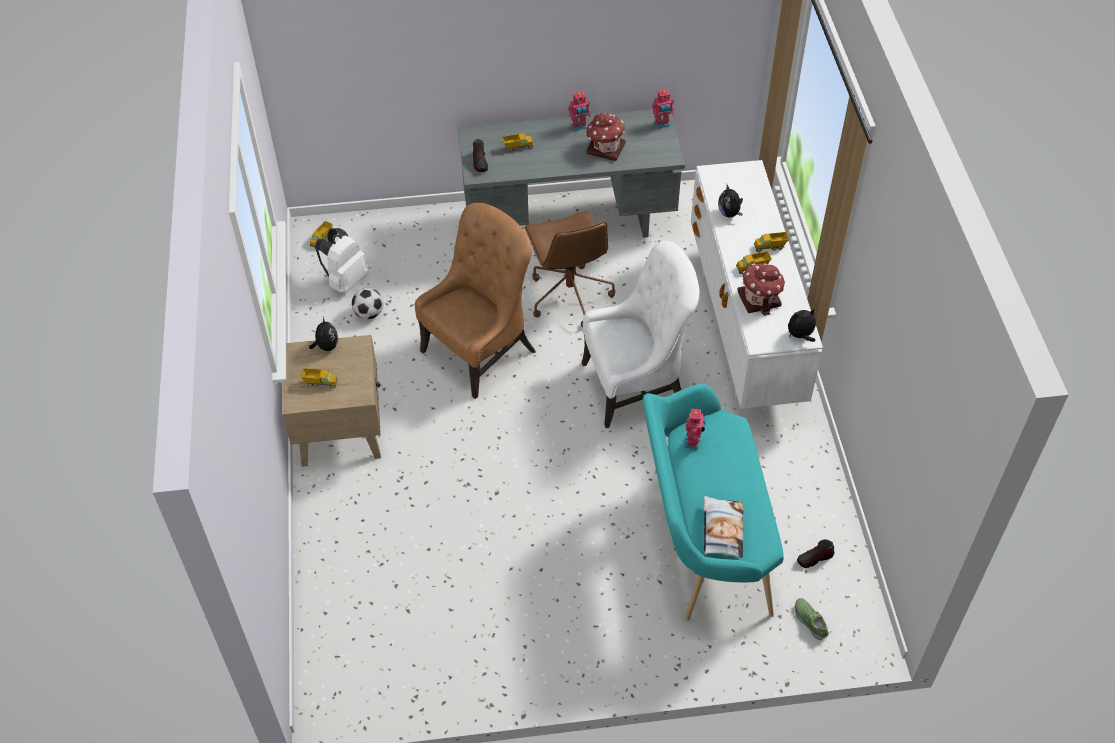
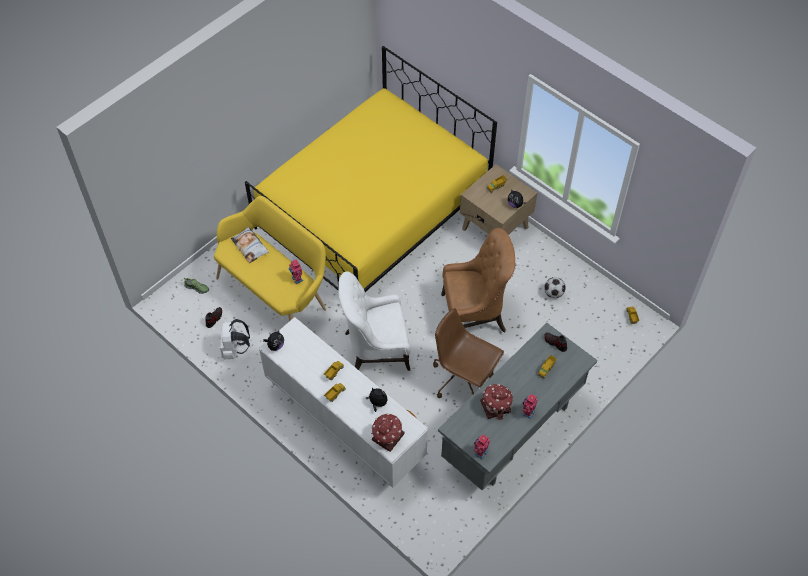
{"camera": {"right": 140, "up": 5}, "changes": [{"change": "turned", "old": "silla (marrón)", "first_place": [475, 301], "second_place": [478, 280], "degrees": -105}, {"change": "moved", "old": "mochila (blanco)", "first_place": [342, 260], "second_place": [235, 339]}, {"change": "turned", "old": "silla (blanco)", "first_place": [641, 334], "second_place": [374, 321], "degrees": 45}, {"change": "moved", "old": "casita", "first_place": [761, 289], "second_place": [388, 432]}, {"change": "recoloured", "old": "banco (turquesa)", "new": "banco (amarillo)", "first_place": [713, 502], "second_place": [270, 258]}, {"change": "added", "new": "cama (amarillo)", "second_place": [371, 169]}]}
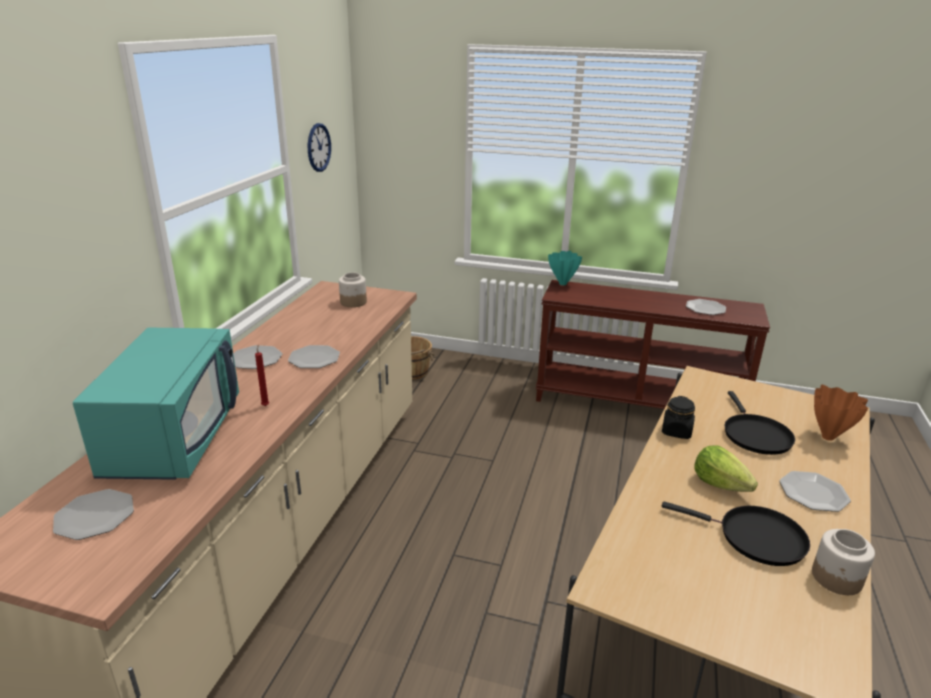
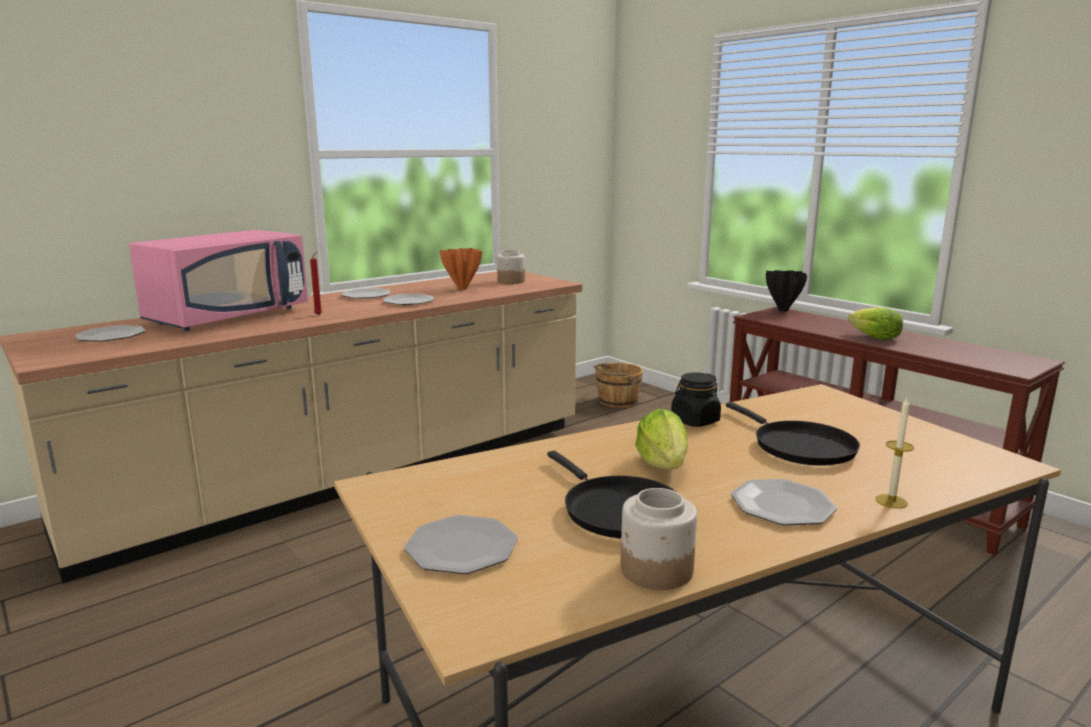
{"camera": {"right": 35, "up": -10}, "changes": [{"change": "removed", "old": "reloj de pared", "first_place": [319, 147]}, {"change": "recoloured", "old": "florero (turquesa)", "new": "florero (negro)", "first_place": [565, 268], "second_place": [786, 291]}, {"change": "moved", "old": "plato", "first_place": [706, 307], "second_place": [461, 544]}, {"change": "recoloured", "old": "microondas (turquesa)", "new": "microondas (rosa)", "first_place": [156, 404], "second_place": [218, 280]}, {"change": "moved", "old": "florero (naranja)", "first_place": [841, 413], "second_place": [461, 269]}, {"change": "turned", "old": "sartén (negro)", "first_place": [760, 423], "second_place": [793, 433], "degrees": -60}, {"change": "added", "new": "lechuga", "second_place": [875, 323]}, {"change": "added", "new": "vela", "second_place": [895, 453]}]}
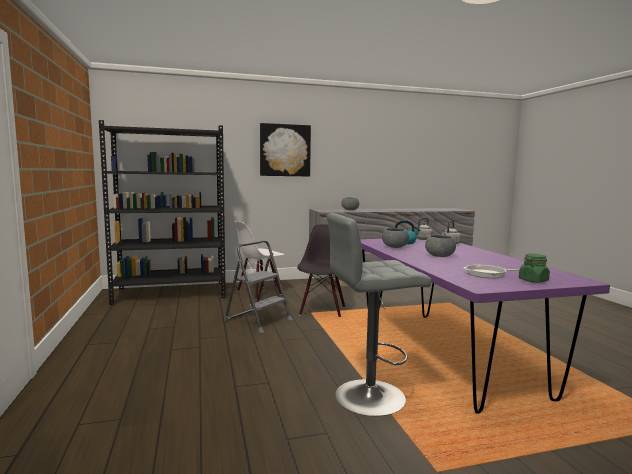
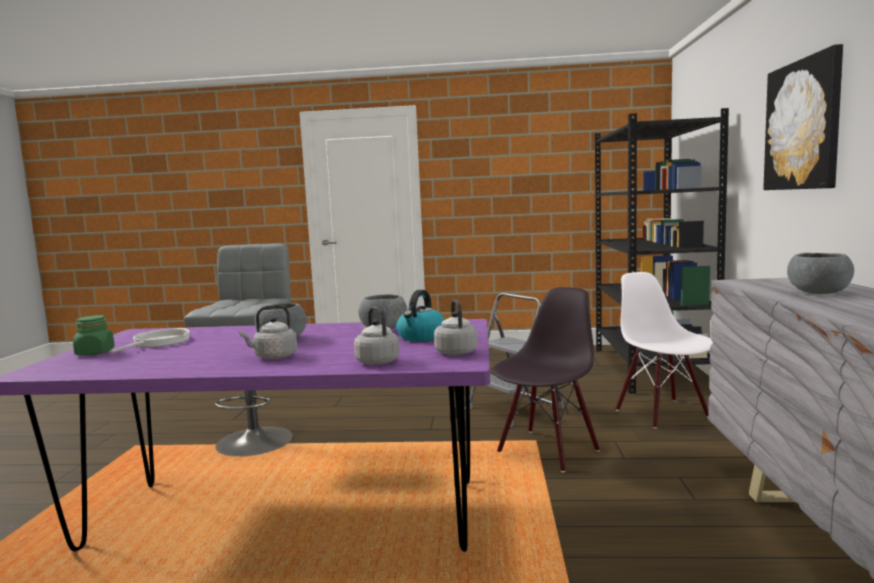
{"camera": {"right": 110, "up": 0}, "changes": [{"change": "turned", "old": "silla (negro)", "first_place": [321, 270], "second_place": [546, 379], "degrees": -75}, {"change": "added", "new": "hervidor (gris)", "second_place": [268, 332]}]}
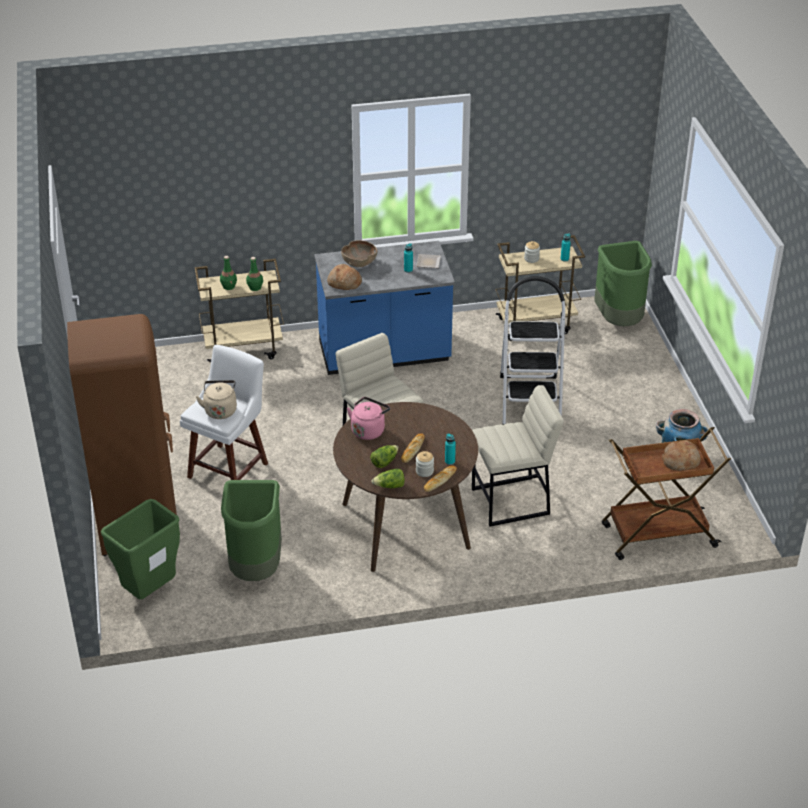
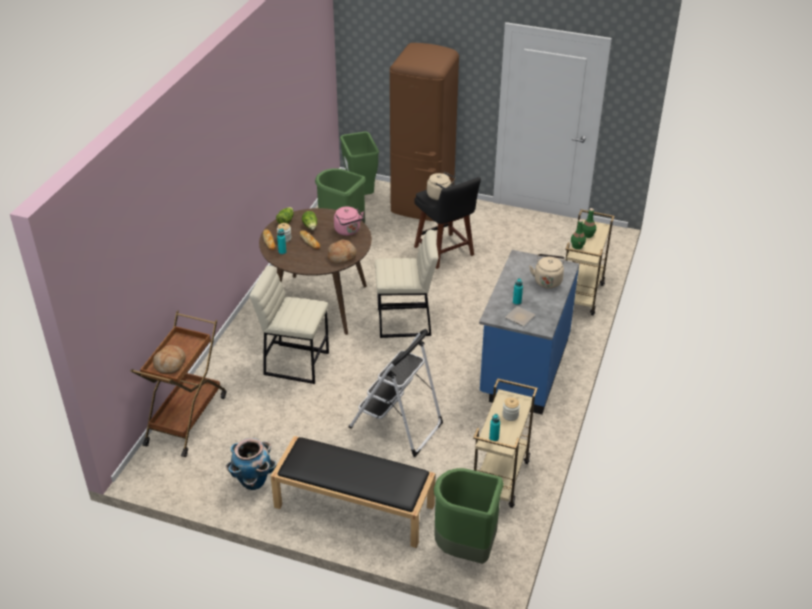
{"camera": {"right": 120, "up": 0}, "changes": [{"change": "replaced", "old": "cuenco (marrón)", "new": "hervidor (beis)", "first_place": [359, 253], "second_place": [547, 271]}, {"change": "moved", "old": "pan", "first_place": [344, 277], "second_place": [342, 251]}, {"change": "recoloured", "old": "taburete (blanco)", "new": "taburete (negro)", "first_place": [224, 412], "second_place": [447, 223]}, {"change": "turned", "old": "silla (beis)", "first_place": [518, 456], "second_place": [289, 325], "degrees": 90}, {"change": "added", "new": "banco (negro)", "second_place": [353, 492]}]}
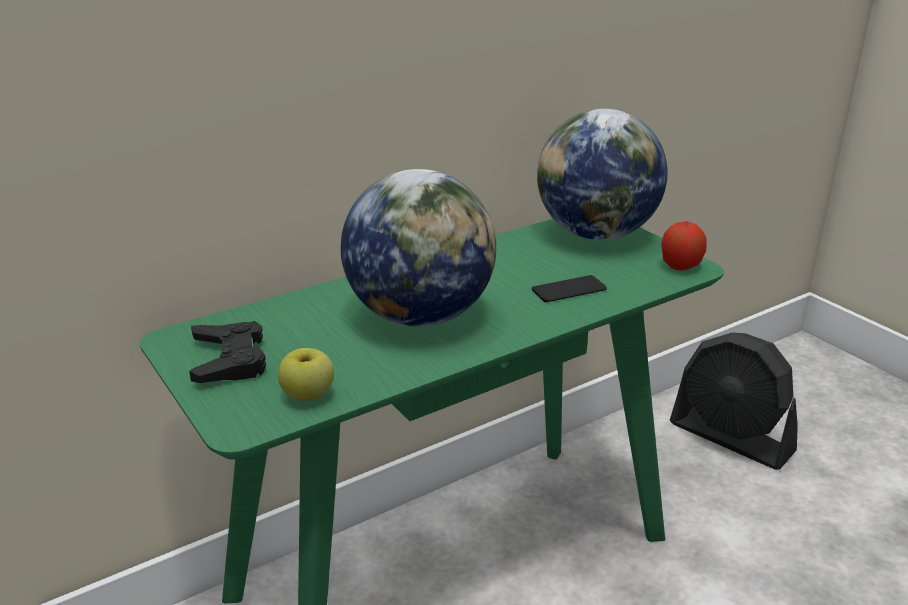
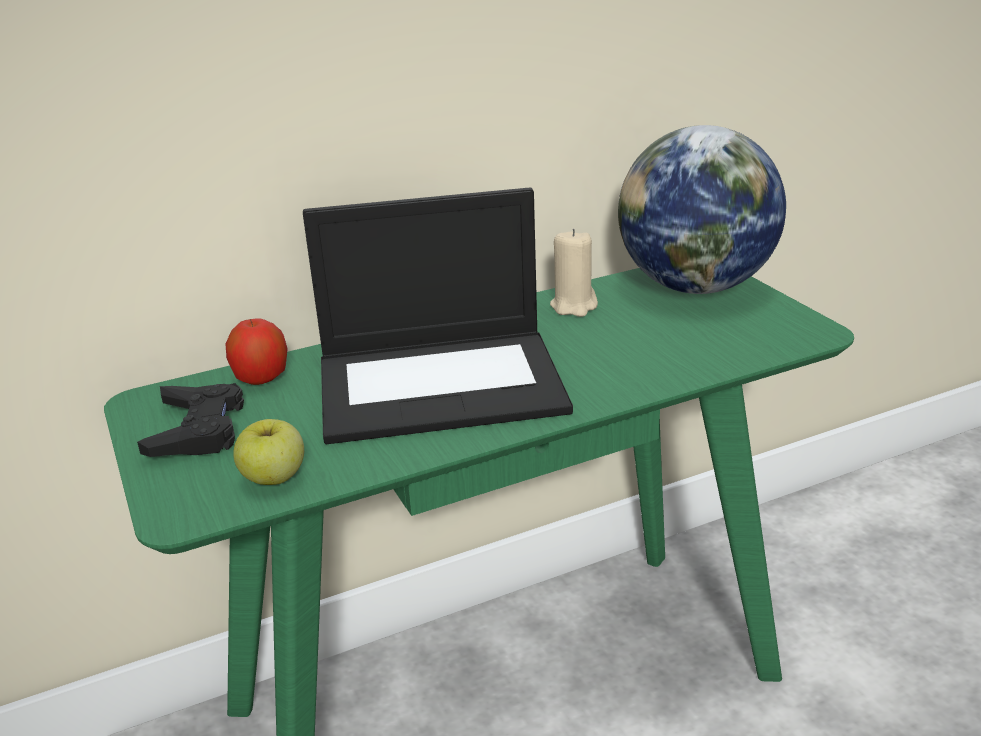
{"camera": {"right": 10, "up": 0}, "changes": [{"change": "replaced", "old": "globo terráqueo", "new": "portátil", "first_place": [418, 248], "second_place": [438, 315]}, {"change": "moved", "old": "manzana", "first_place": [683, 245], "second_place": [257, 351]}, {"change": "removed", "old": "móvil", "first_place": [569, 288]}, {"change": "removed", "old": "ventilador (negro)", "first_place": [734, 401]}, {"change": "added", "new": "vela (beis)", "second_place": [574, 273]}]}
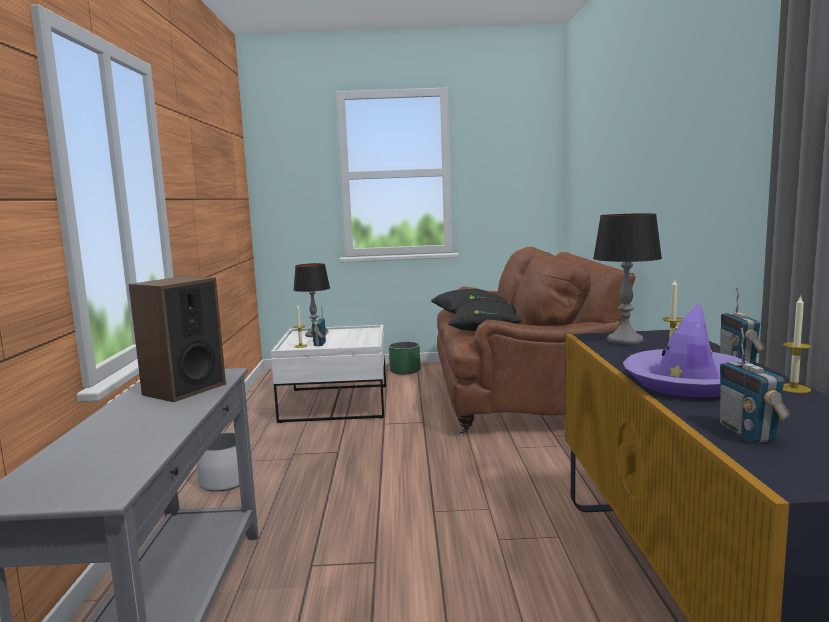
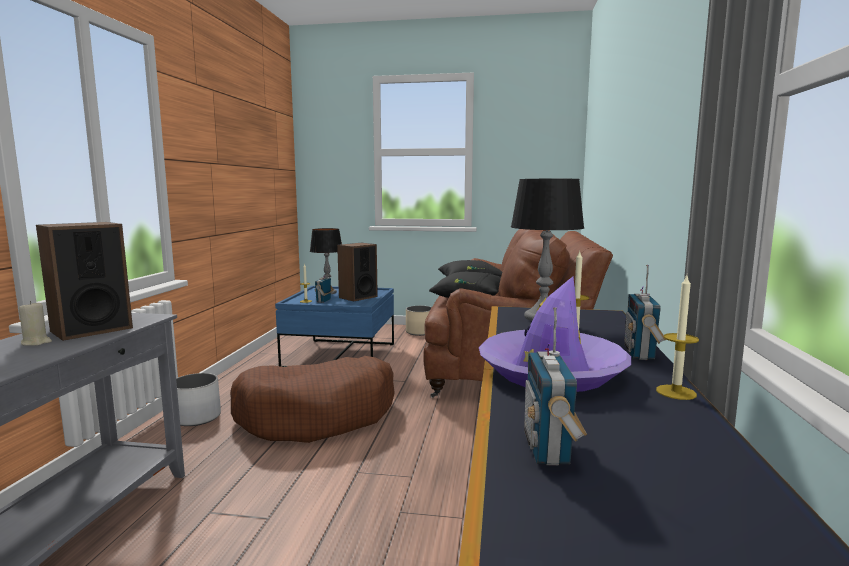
{"camera": {"right": 10, "up": 0}, "changes": [{"change": "recoloured", "old": "mesa de centro (blanco)", "new": "mesa de centro (azul)", "first_place": [328, 374], "second_place": [334, 326]}, {"change": "recoloured", "old": "maceta (verde)", "new": "maceta (beis)", "first_place": [405, 358], "second_place": [419, 321]}, {"change": "added", "new": "altavoz", "second_place": [357, 272]}, {"change": "added", "new": "vela (beis)", "second_place": [35, 323]}, {"change": "added", "new": "cama para perro (marrón)", "second_place": [312, 399]}]}
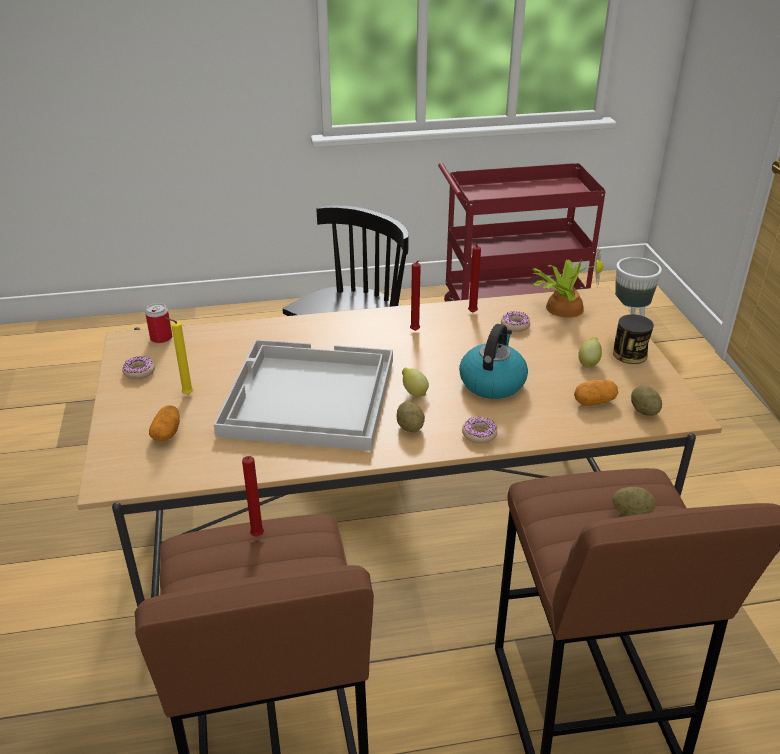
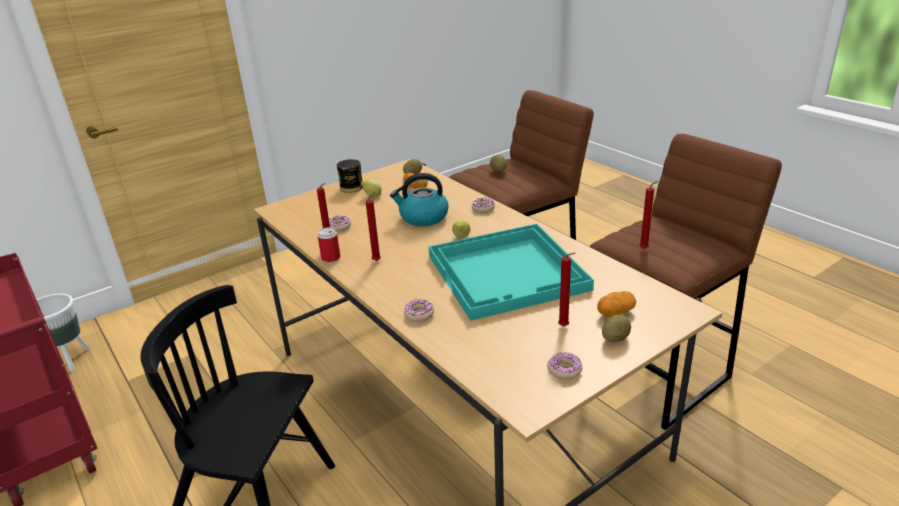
{"camera": {"right": -115, "up": -5}, "changes": [{"change": "removed", "old": "planta en maceta", "first_place": [567, 283]}, {"change": "moved", "old": "lata", "first_place": [158, 323], "second_place": [329, 244]}, {"change": "recoloured", "old": "vela (amarillo)", "new": "vela (rojo)", "first_place": [179, 356], "second_place": [567, 290]}, {"change": "recoloured", "old": "bandeja (blanco)", "new": "bandeja (turquesa)", "first_place": [303, 395], "second_place": [511, 272]}, {"change": "moved", "old": "patata", "first_place": [411, 416], "second_place": [616, 329]}, {"change": "added", "new": "rosquilla", "second_place": [419, 310]}]}
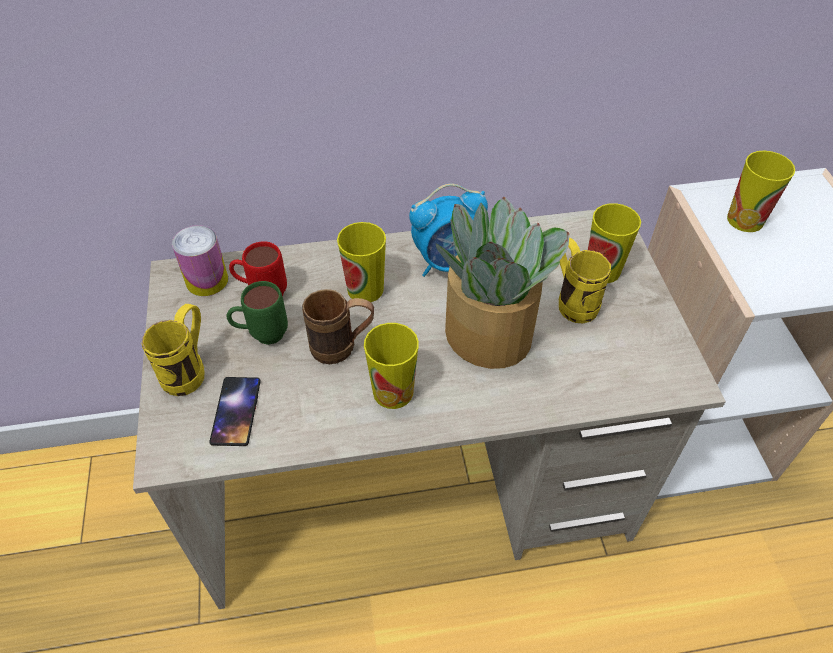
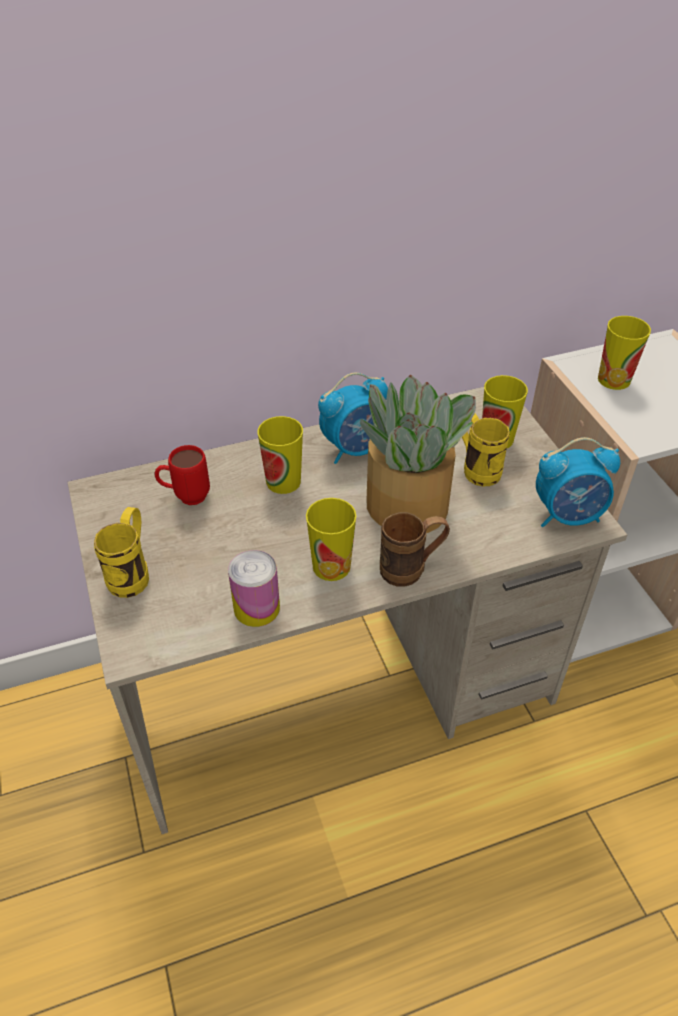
{"camera": {"right": -10, "up": -5}, "changes": [{"change": "moved", "old": "lata", "first_place": [200, 260], "second_place": [254, 588]}, {"change": "removed", "old": "taza grande (verde)", "first_place": [257, 313]}, {"change": "moved", "old": "taza grande (marrón)", "first_place": [338, 326], "second_place": [415, 549]}, {"change": "removed", "old": "móvil", "first_place": [235, 411]}, {"change": "added", "new": "despertador", "second_place": [578, 482]}]}
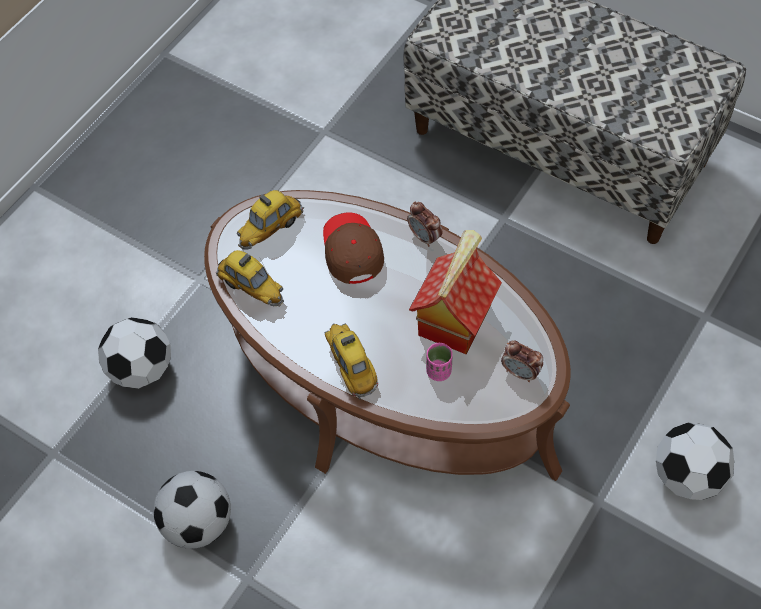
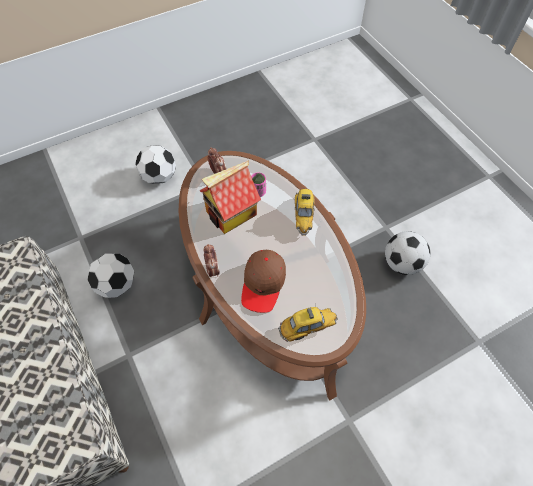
{"camera": {"right": -155, "up": 0}, "changes": [{"change": "removed", "old": "coche de juguete", "first_place": [250, 278]}, {"change": "moved", "old": "balón de fútbol", "first_place": [134, 353], "second_place": [110, 275]}]}
